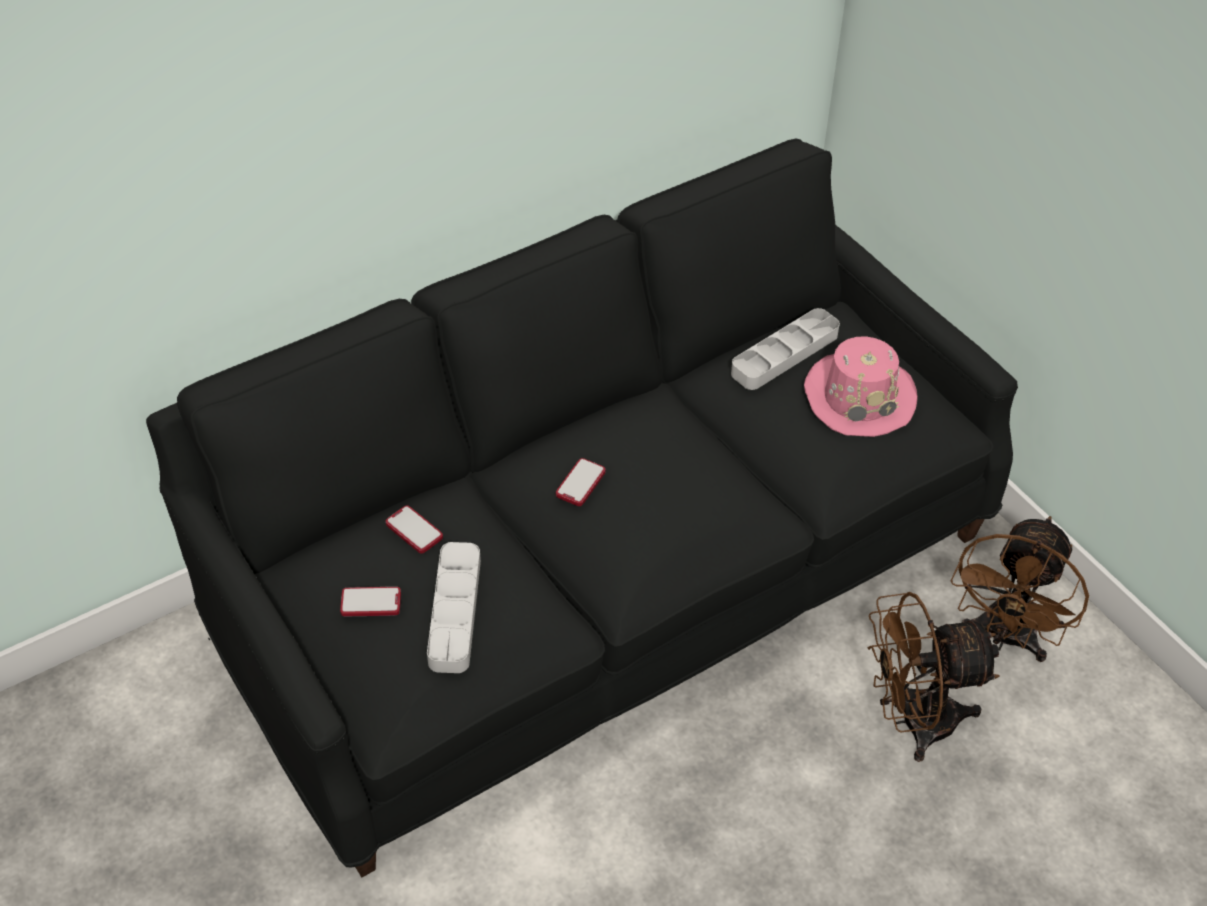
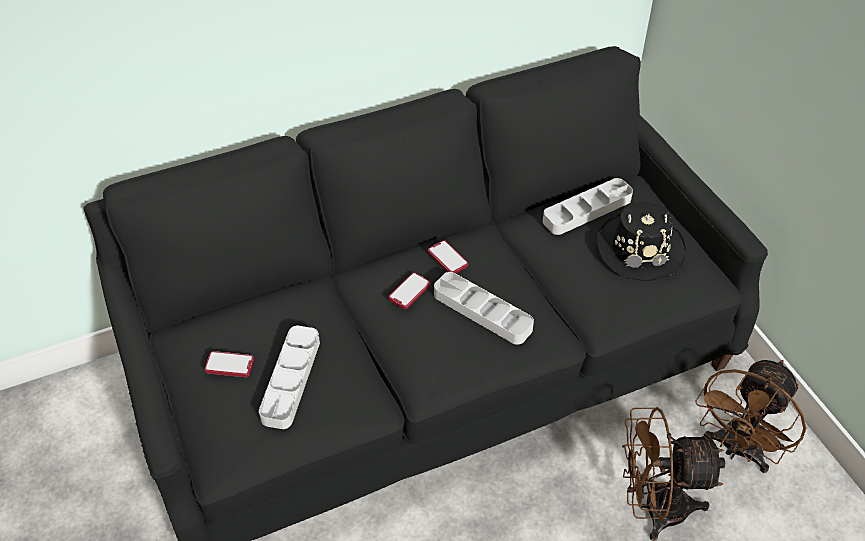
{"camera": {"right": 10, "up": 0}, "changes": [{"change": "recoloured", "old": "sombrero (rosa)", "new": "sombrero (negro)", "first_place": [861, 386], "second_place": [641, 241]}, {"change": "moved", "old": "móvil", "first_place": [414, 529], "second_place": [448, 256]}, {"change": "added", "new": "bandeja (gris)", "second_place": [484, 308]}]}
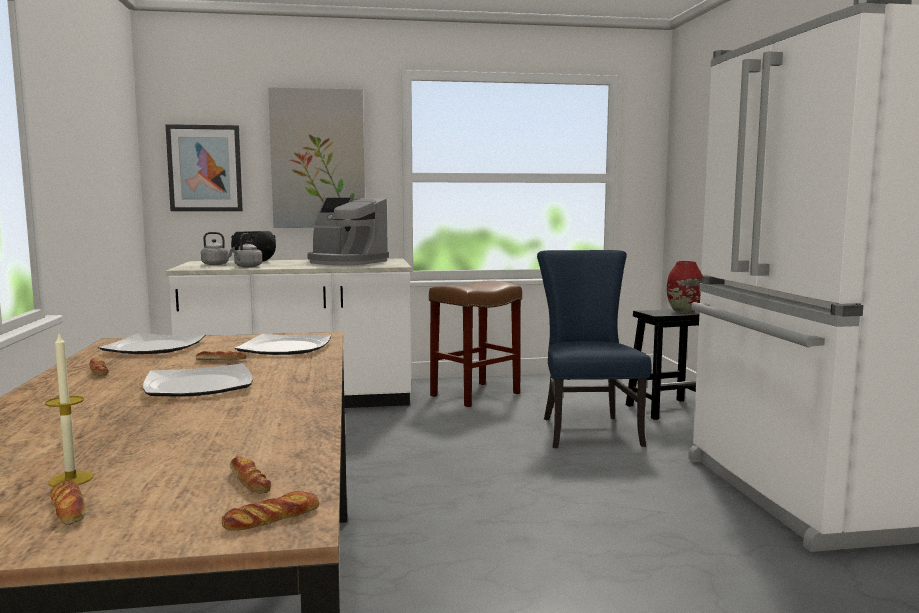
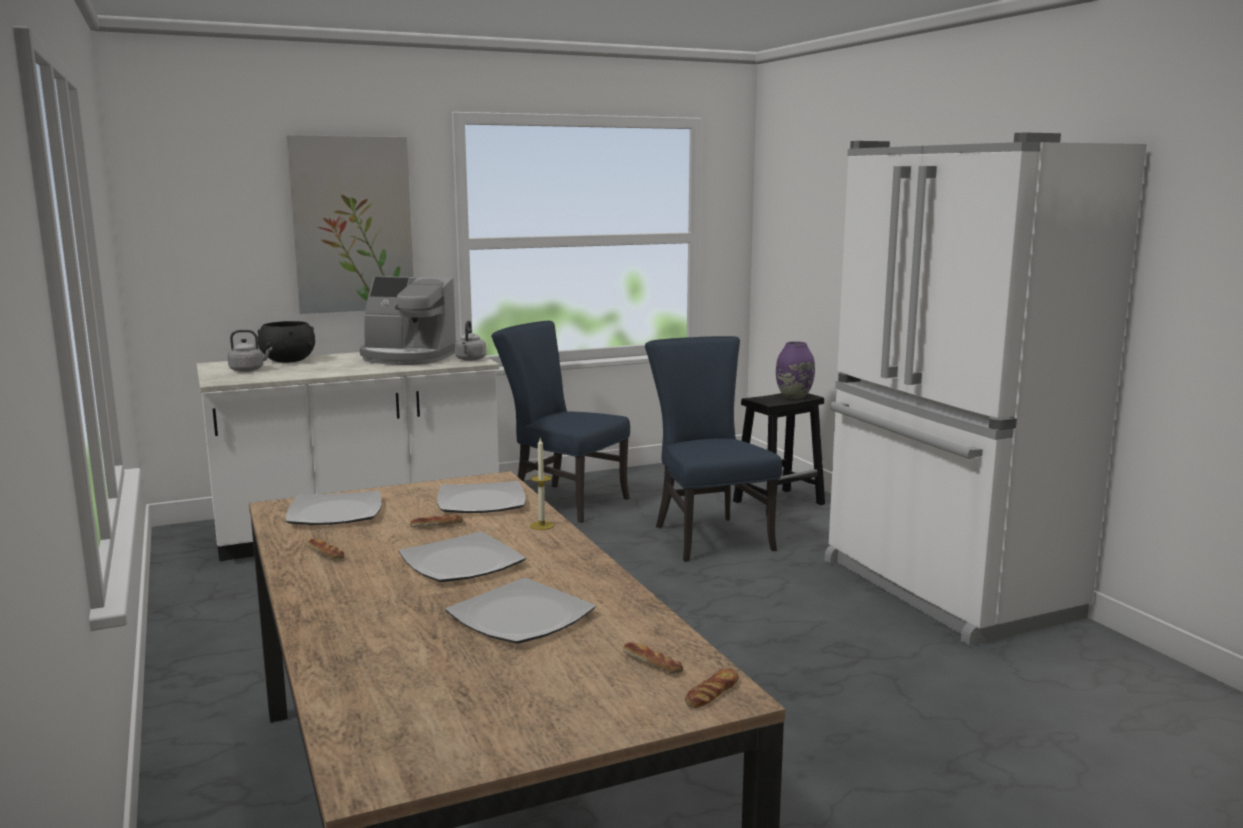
{"camera": {"right": -15, "up": 5}, "changes": [{"change": "removed", "old": "cuadro", "first_place": [204, 167]}, {"change": "moved", "old": "hervidor (gris)", "first_place": [247, 250], "second_place": [470, 340]}, {"change": "recoloured", "old": "florero (rojo)", "new": "florero (morado)", "first_place": [685, 287], "second_place": [795, 370]}, {"change": "replaced", "old": "taburete (marrón)", "new": "silla (azul)", "first_place": [475, 343], "second_place": [560, 422]}, {"change": "moved", "old": "vela", "first_place": [69, 410], "second_place": [542, 484]}, {"change": "removed", "old": "pan", "first_place": [68, 503]}, {"change": "added", "new": "plato", "second_place": [520, 611]}]}
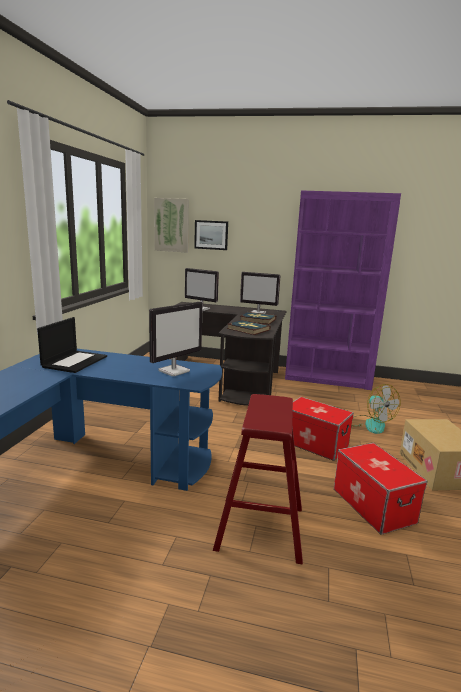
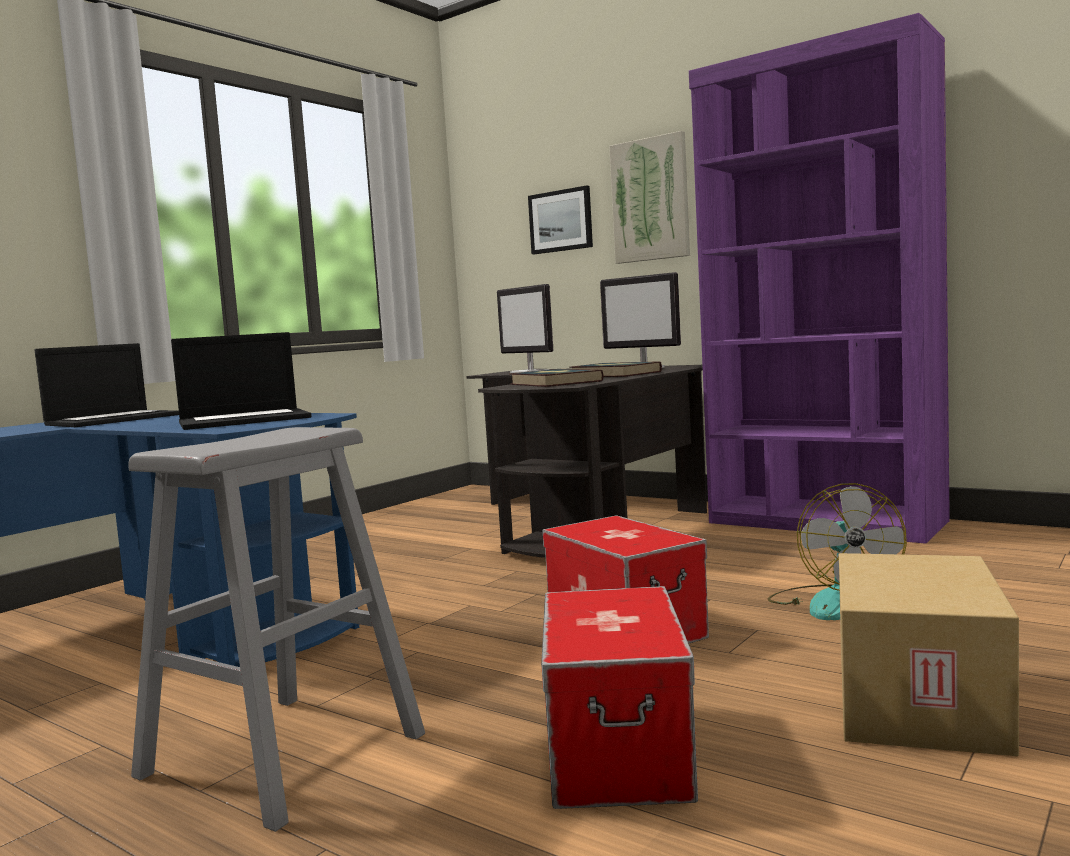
{"camera": {"right": 25, "up": -10}, "changes": [{"change": "moved", "old": "cuadro", "first_place": [171, 225], "second_place": [649, 197]}, {"change": "replaced", "old": "monitor", "new": "portátil", "first_place": [176, 339], "second_place": [241, 381]}, {"change": "recoloured", "old": "taburete (rojo)", "new": "taburete (gris)", "first_place": [258, 479], "second_place": [276, 629]}]}
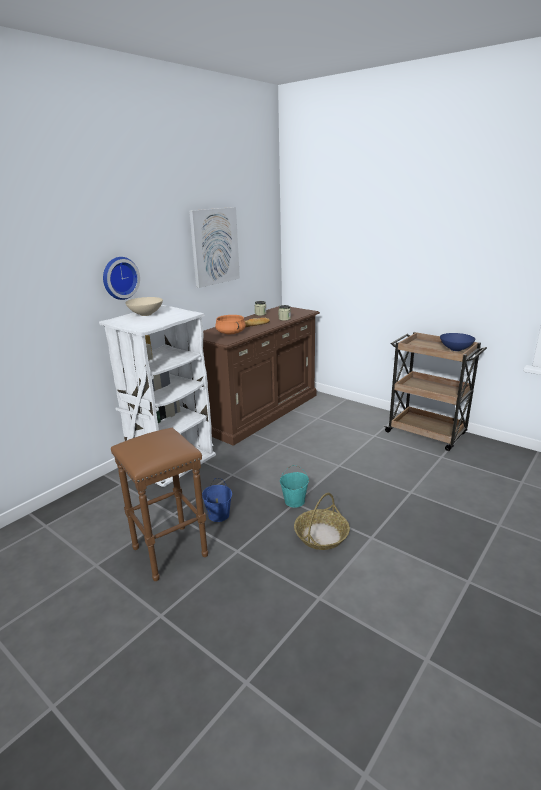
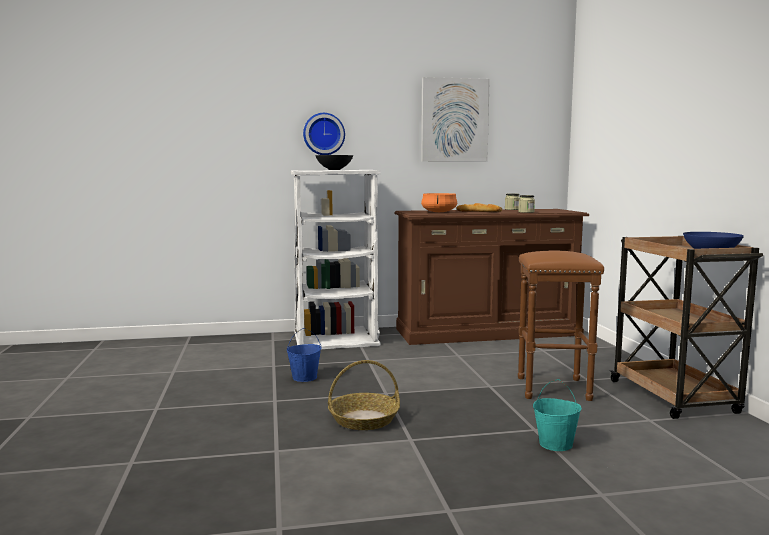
{"camera": {"right": 40, "up": -15}, "changes": [{"change": "recoloured", "old": "cuenco (beis)", "new": "cuenco (negro)", "first_place": [144, 306], "second_place": [334, 162]}, {"change": "moved", "old": "taburete (marrón)", "first_place": [159, 504], "second_place": [561, 325]}, {"change": "moved", "old": "cubo (turquesa)", "first_place": [294, 486], "second_place": [557, 415]}]}
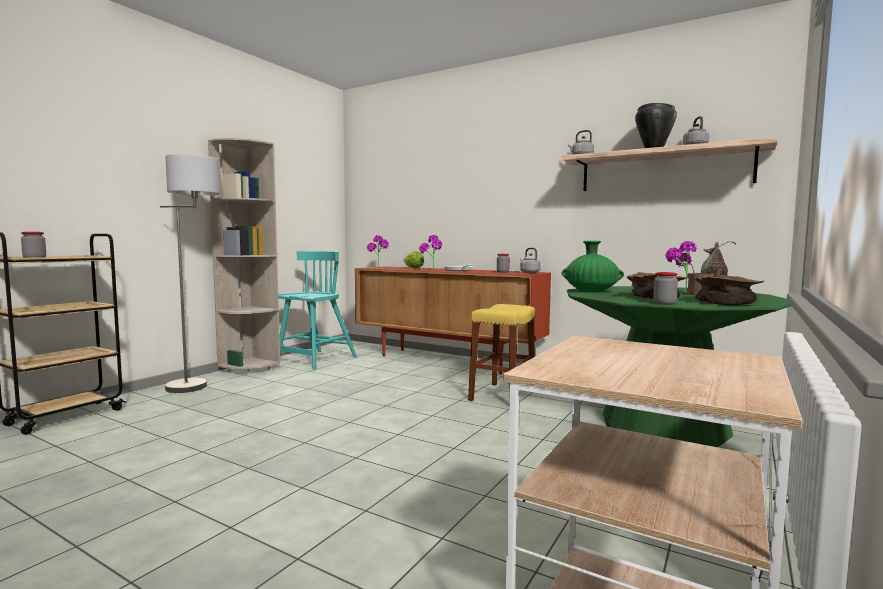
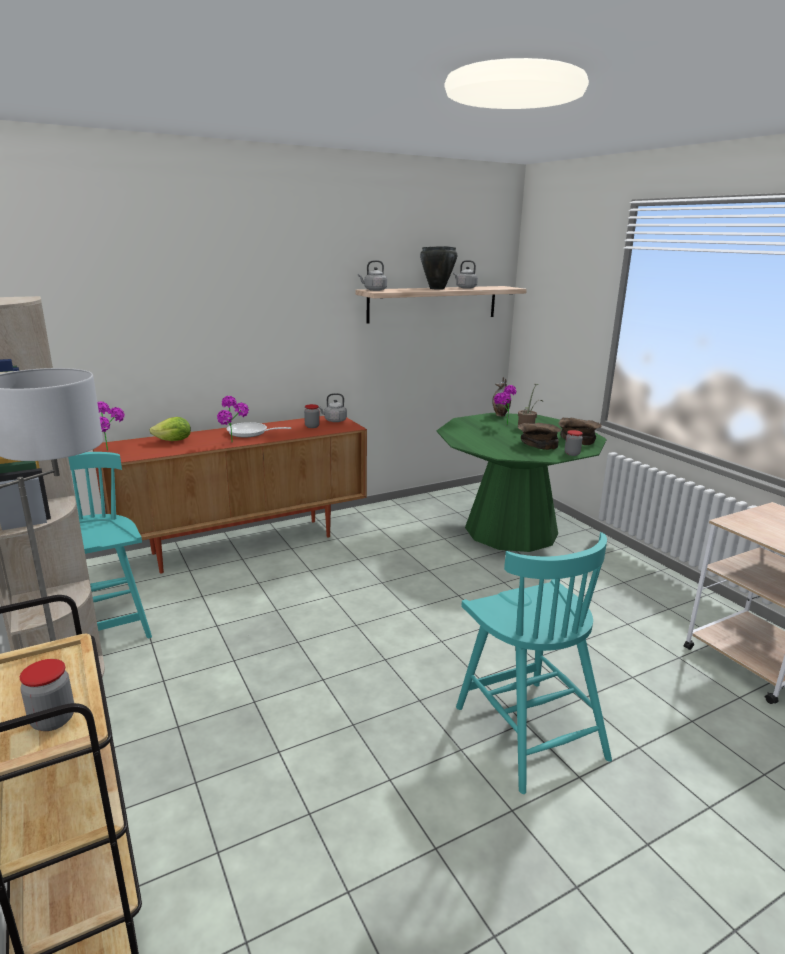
{"camera": {"right": -60, "up": 15}, "changes": [{"change": "removed", "old": "florero (verde)", "first_place": [592, 266]}, {"change": "removed", "old": "taburete (amarillo)", "first_place": [501, 355]}, {"change": "added", "new": "silla (turquesa)", "second_place": [534, 663]}]}
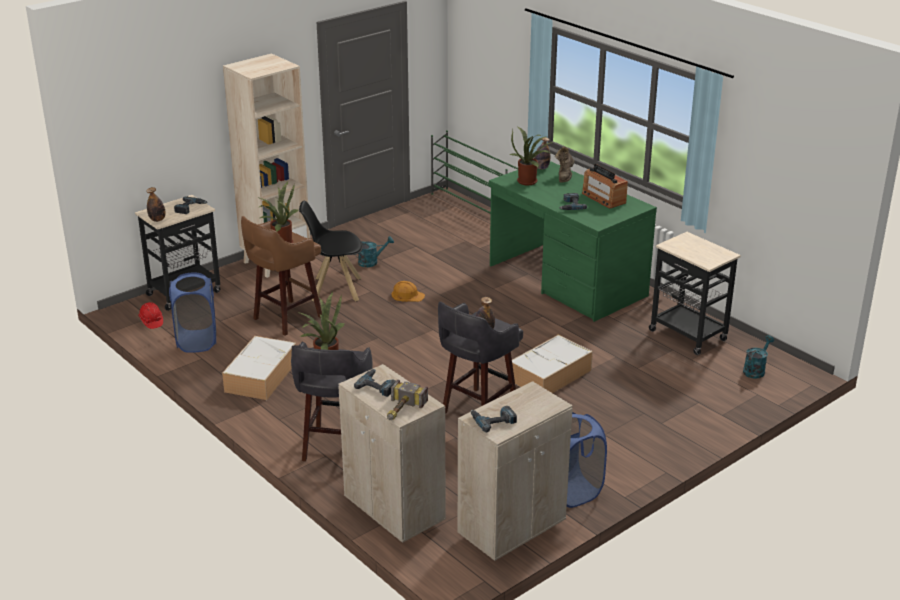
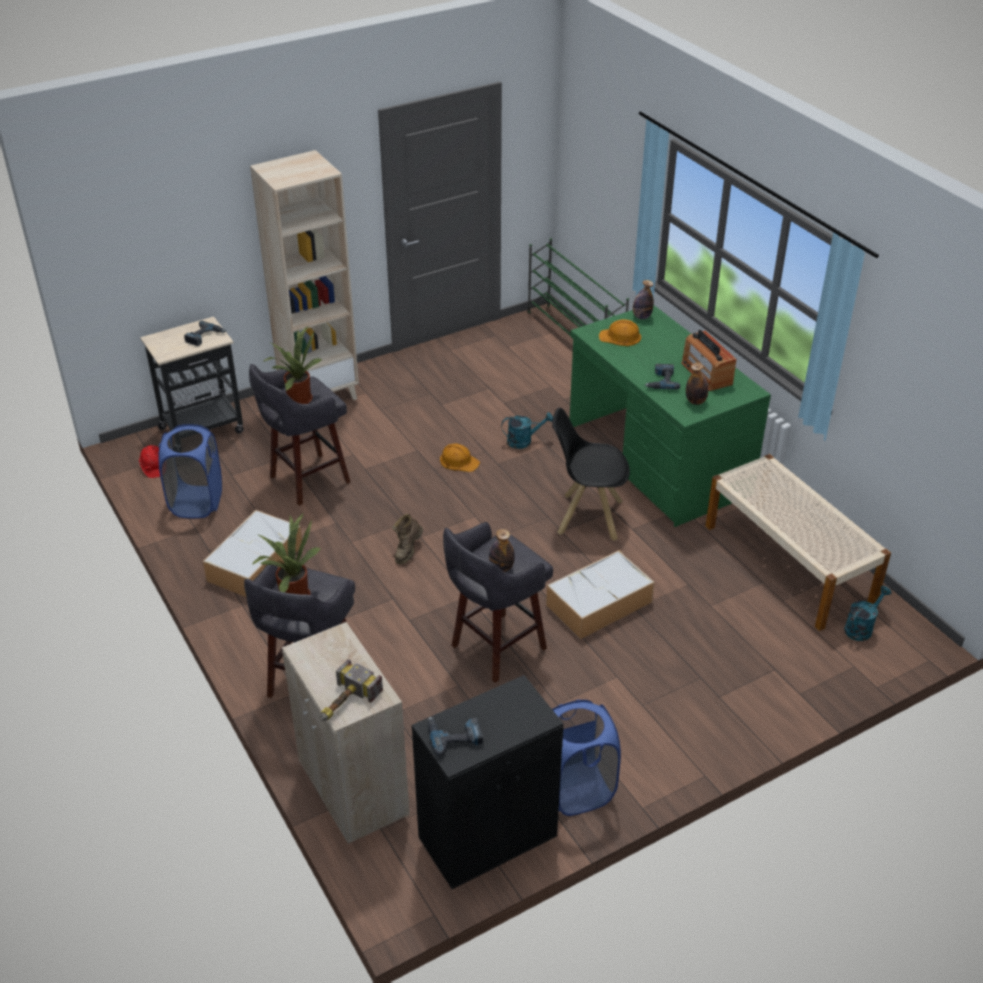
{"camera": {"right": 10, "up": 10}, "changes": [{"change": "replaced", "old": "planta en maceta", "new": "casco (naranja)", "first_place": [532, 155], "second_place": [620, 333]}, {"change": "moved", "old": "bota (marrón)", "first_place": [564, 165], "second_place": [407, 539]}, {"change": "moved", "old": "botella", "first_place": [156, 204], "second_place": [697, 383]}, {"change": "moved", "old": "silla (negro)", "first_place": [331, 251], "second_place": [591, 474]}, {"change": "recoloured", "old": "taburete (marrón)", "new": "taburete (gris)", "first_place": [281, 276], "second_place": [300, 435]}, {"change": "replaced", "old": "carrito", "new": "banco (beis)", "first_place": [695, 293], "second_place": [798, 542]}, {"change": "moved", "old": "regadera (turquesa)", "first_place": [375, 251], "second_place": [527, 430]}, {"change": "removed", "old": "taladro", "first_place": [375, 383]}, {"change": "recoloured", "old": "armario (beis)", "new": "armario (negro)", "first_place": [515, 471], "second_place": [488, 782]}]}
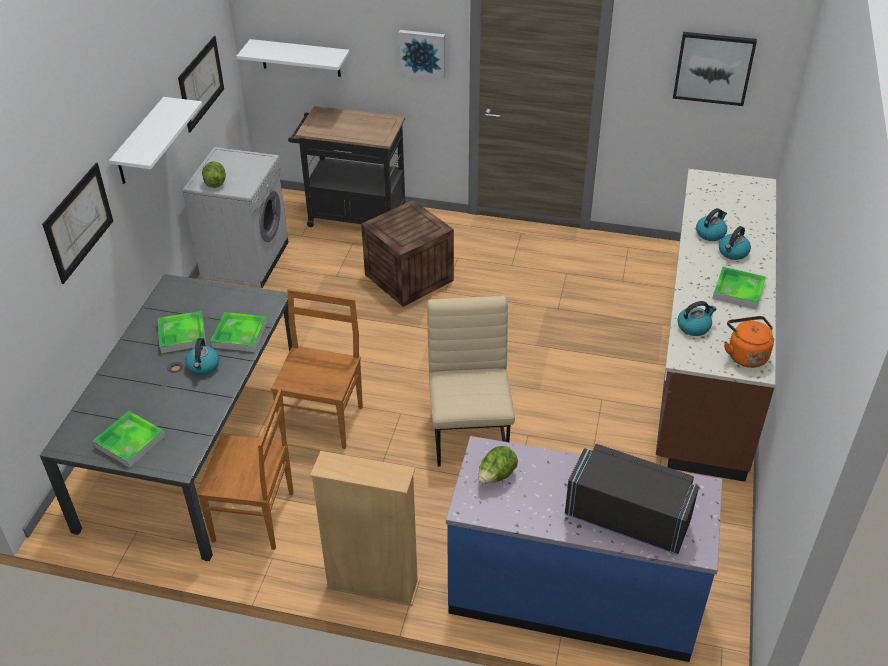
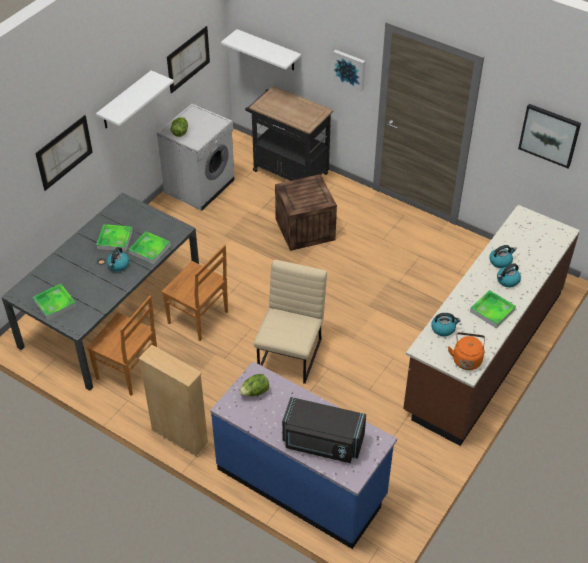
{"camera": {"right": 20, "up": 5}, "changes": [{"change": "turned", "old": "silla (marrón)", "first_place": [317, 369], "second_place": [195, 293], "degrees": 90}, {"change": "turned", "old": "microondas (negro)", "first_place": [632, 499], "second_place": [324, 430], "degrees": 150}]}
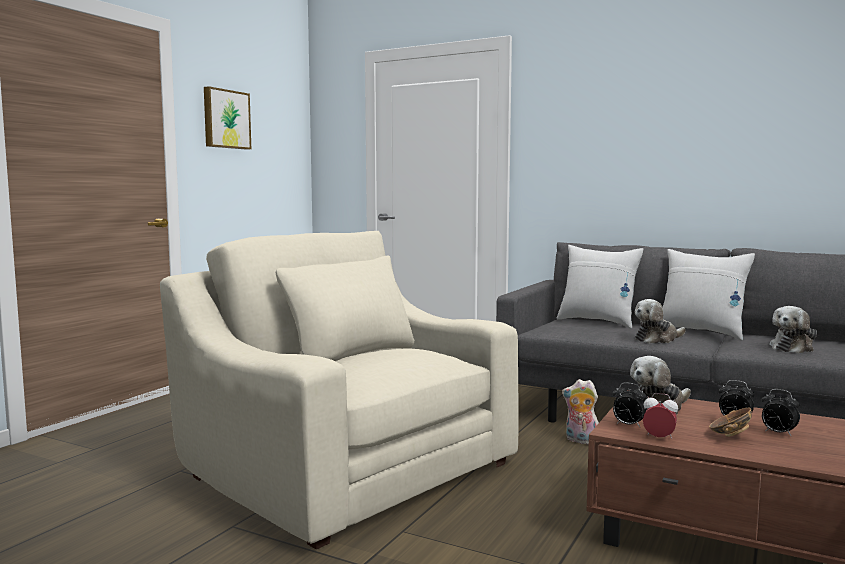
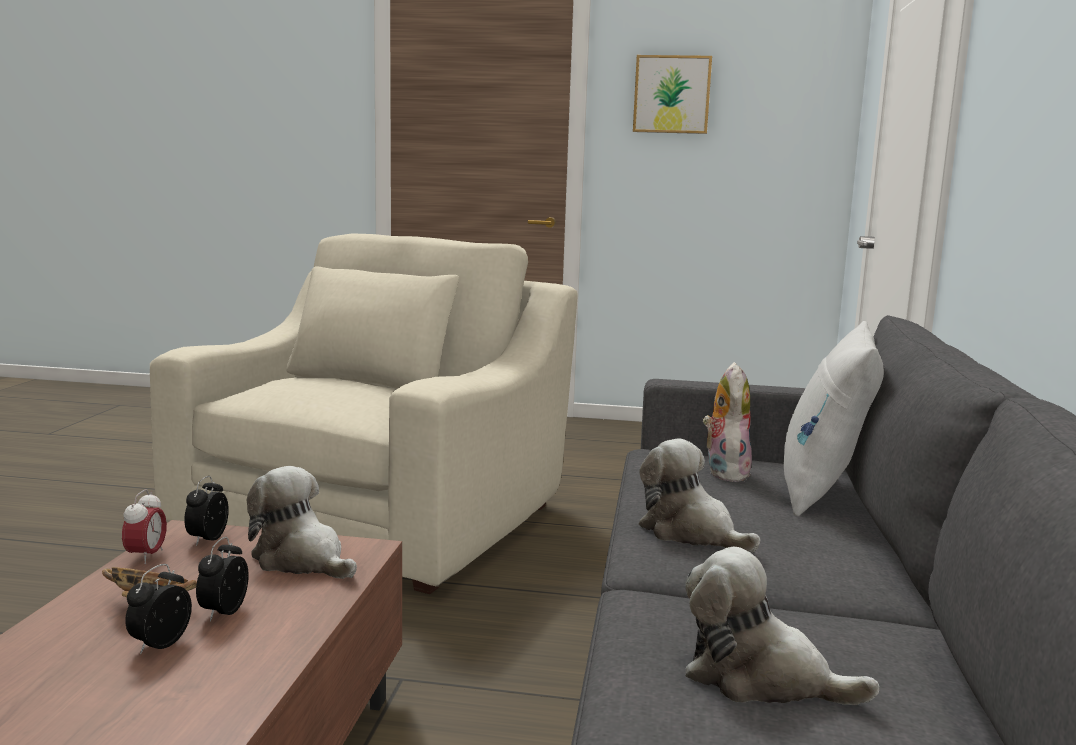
{"camera": {"right": 70, "up": 5}, "changes": [{"change": "removed", "old": "cojín (gris)", "first_place": [708, 295]}, {"change": "moved", "old": "peluche", "first_place": [580, 411], "second_place": [727, 422]}]}
